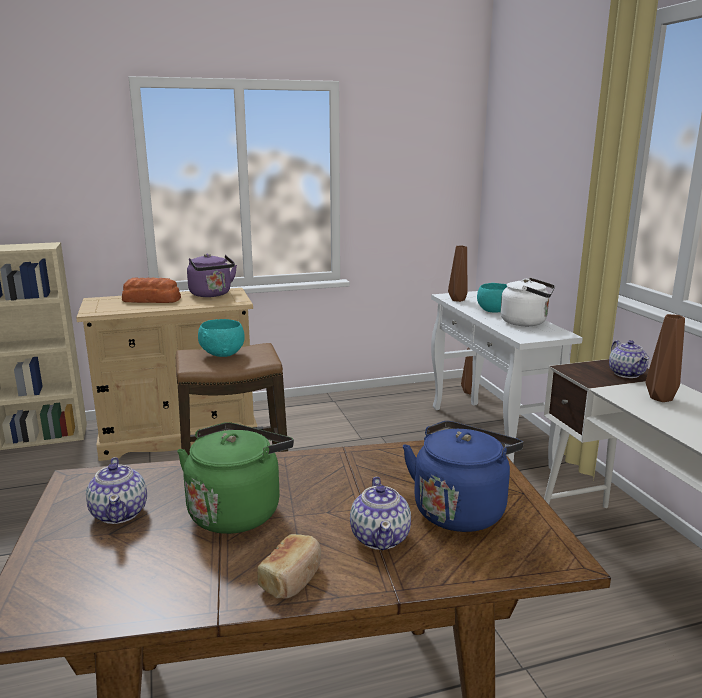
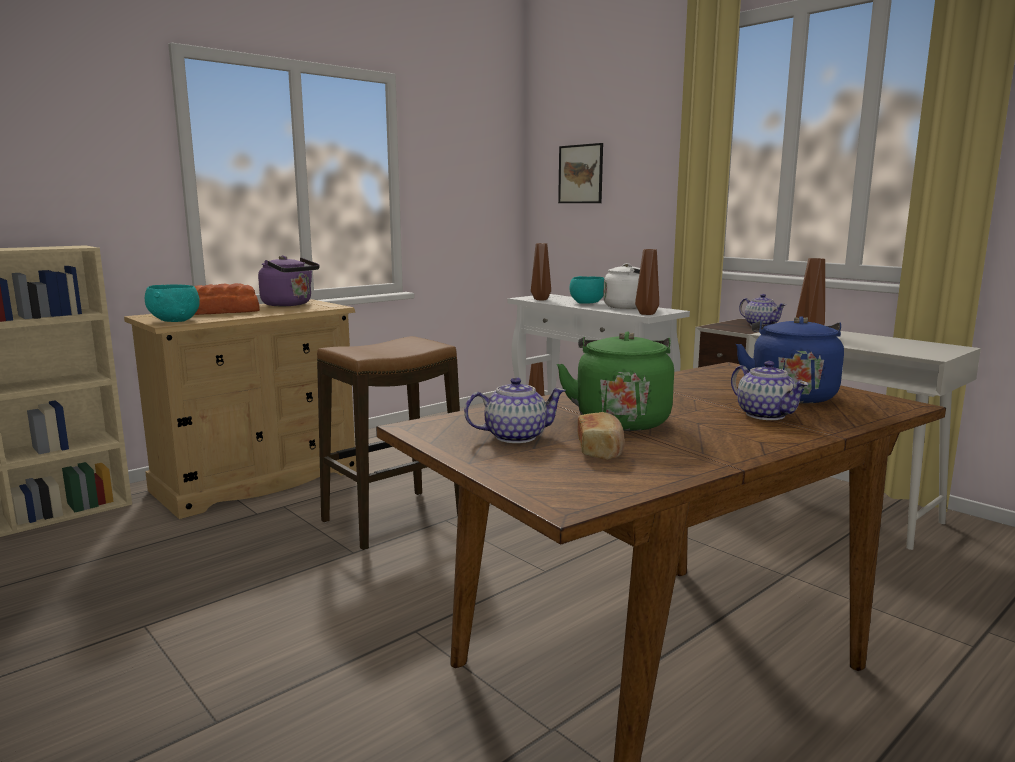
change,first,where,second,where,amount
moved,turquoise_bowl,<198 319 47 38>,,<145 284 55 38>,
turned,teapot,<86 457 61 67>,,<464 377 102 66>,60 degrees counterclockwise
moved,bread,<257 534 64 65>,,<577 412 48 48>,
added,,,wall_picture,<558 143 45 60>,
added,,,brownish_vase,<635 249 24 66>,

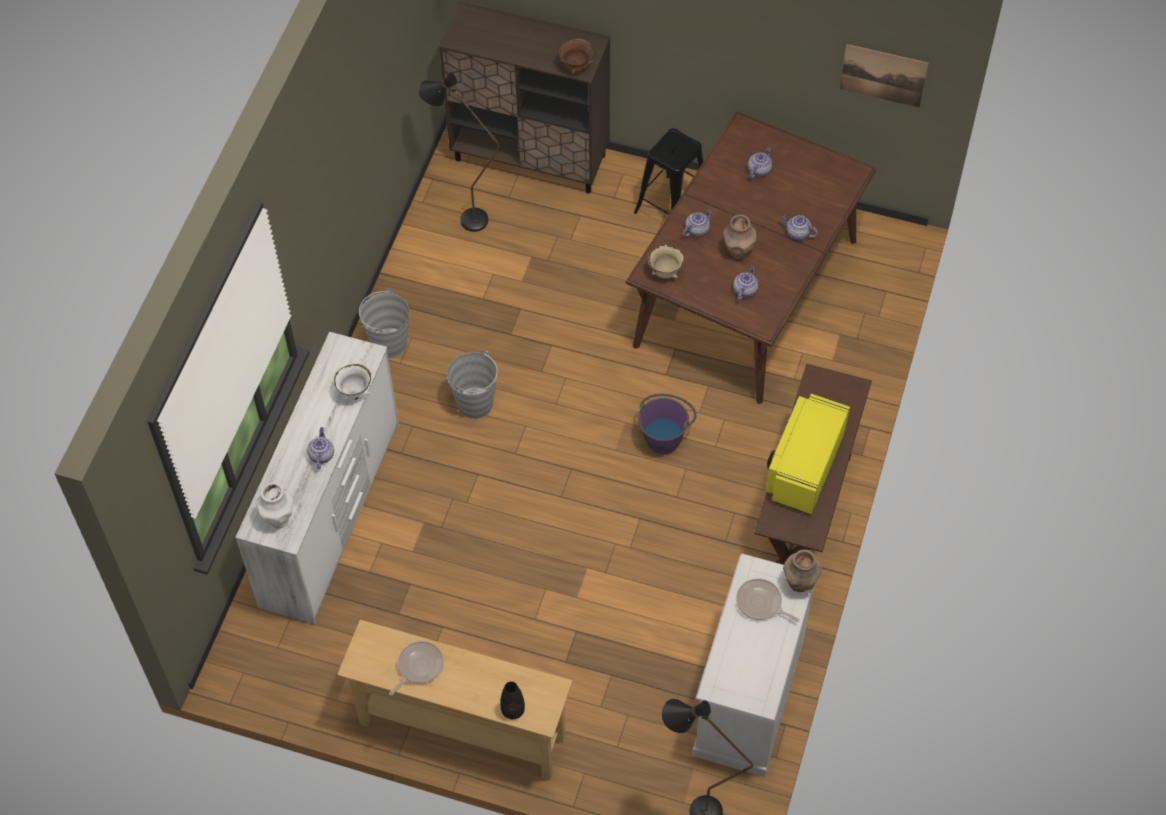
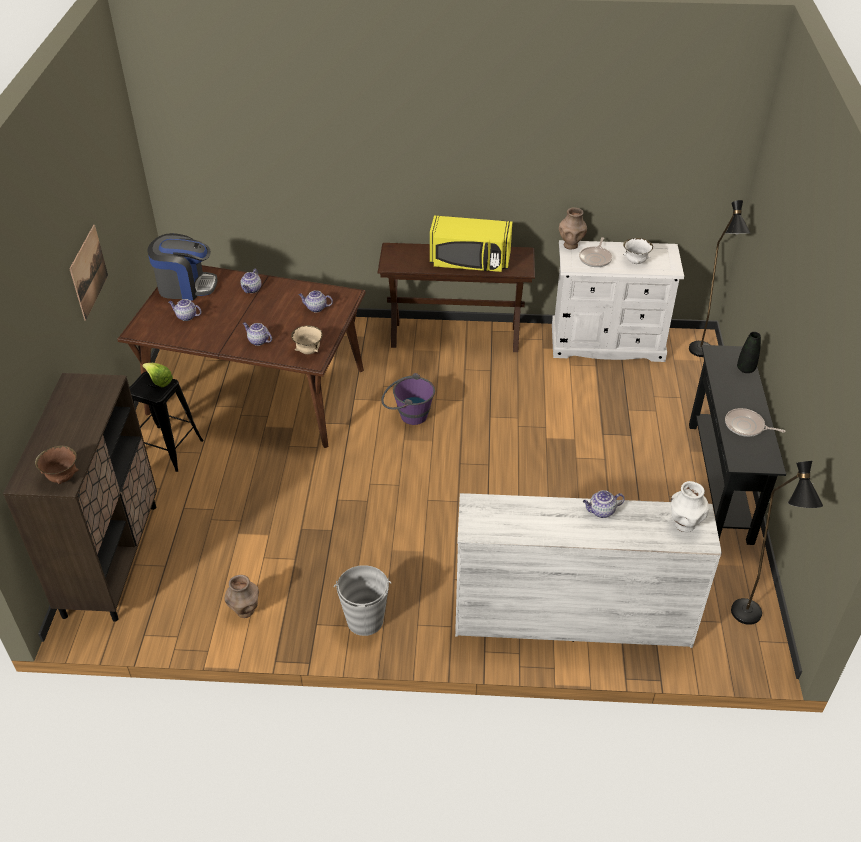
change,first,where,second,where,amount
moved,brownish_bowl,<559 39 35 35>,,<35 445 44 39>,
moved,wall_picture,<840 44 88 64>,,<70 225 38 96>,
moved,black-coloured_standing_lamp,<418 73 82 159>,,<731 461 92 164>,
moved,brownish_vase,<723 215 33 44>,,<225 575 34 43>,
removed,greyish_bucket,<447 350 51 69>,,,
moved,whitish_bowl,<334 364 37 37>,,<623 238 30 26>,
recoloured,sand-coloured_narrow_table,<337 620 236 161>,black-coloured_narrow_table,<689 345 97 200>,
added,,,coffee_brewer,<147 233 71 68>,
added,,,head_of_lettuce,<143 363 30 24>,

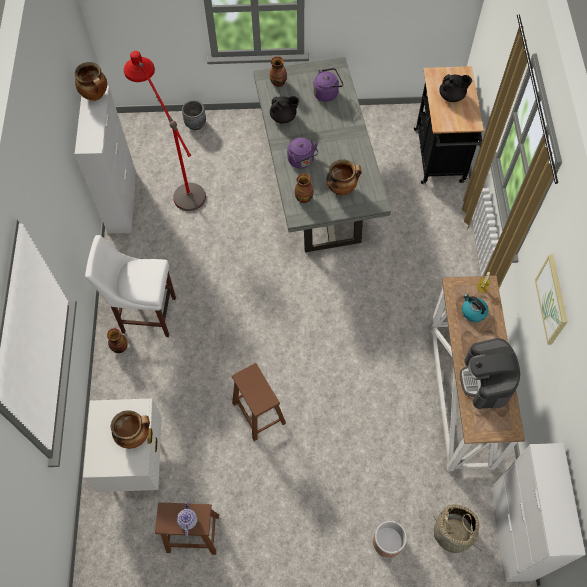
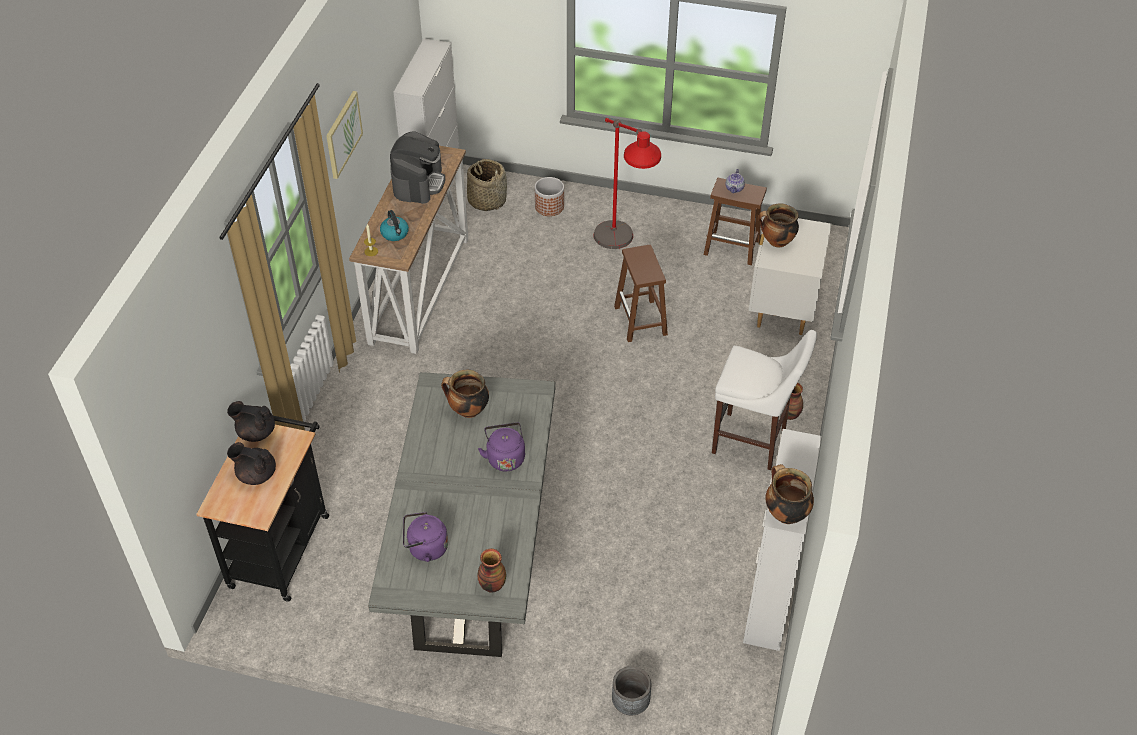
change,first,where,second,where,amount
moved,reddish_standing_lamp,<124 51 82 160>,,<594 118 67 131>,
moved,black-coloured_teapot,<270 96 29 27>,,<227 401 48 41>,
removed,vase,<295 174 19 29>,,,

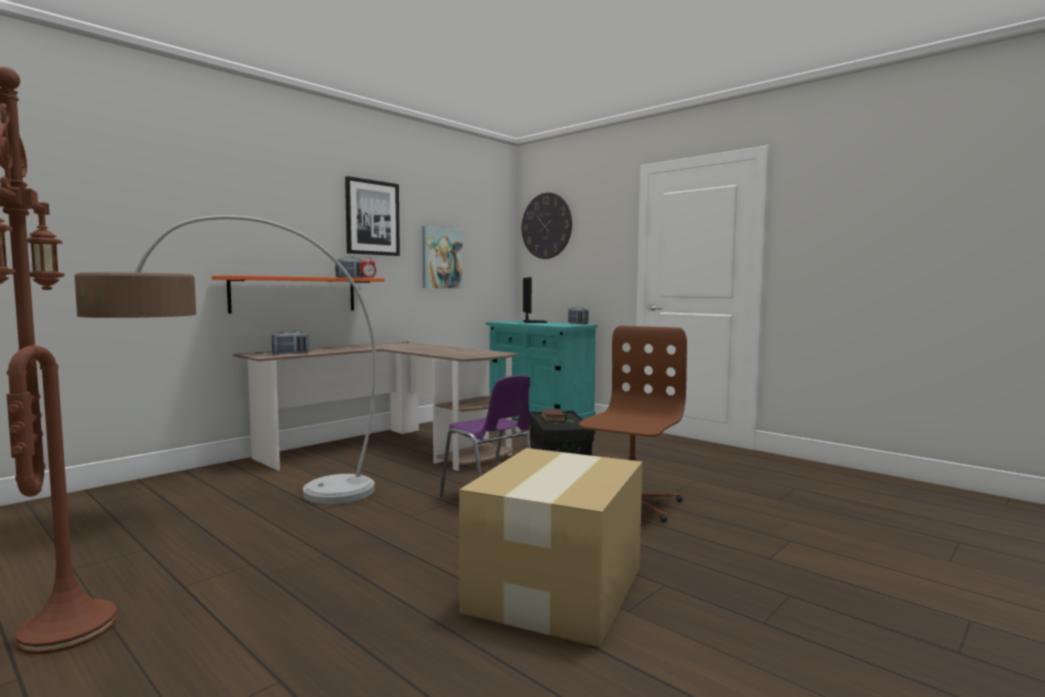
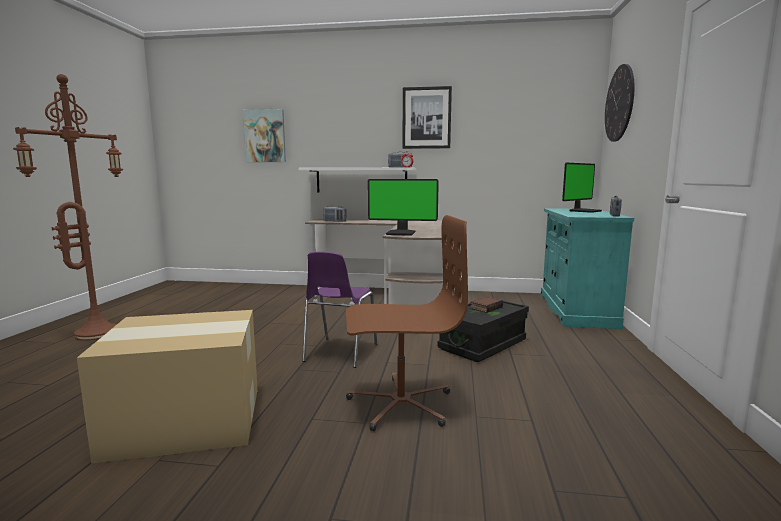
change,first,where,second,where,amount
removed,standing_lamp,<75 215 301 289>,,,
moved,wall_picture,<422 226 41 62>,,<243 109 43 53>,
recoloured,orange_bracket_shelf,<212 275 173 38>,whitish_bracket_shelf,<298 168 118 25>,
added,,,computer_screen,<368 179 71 57>,

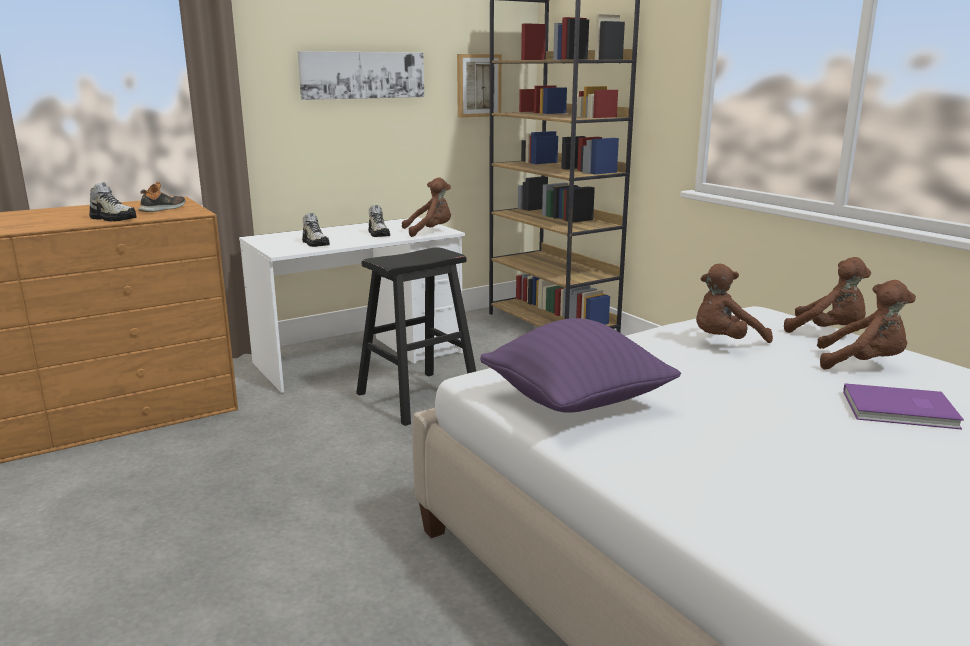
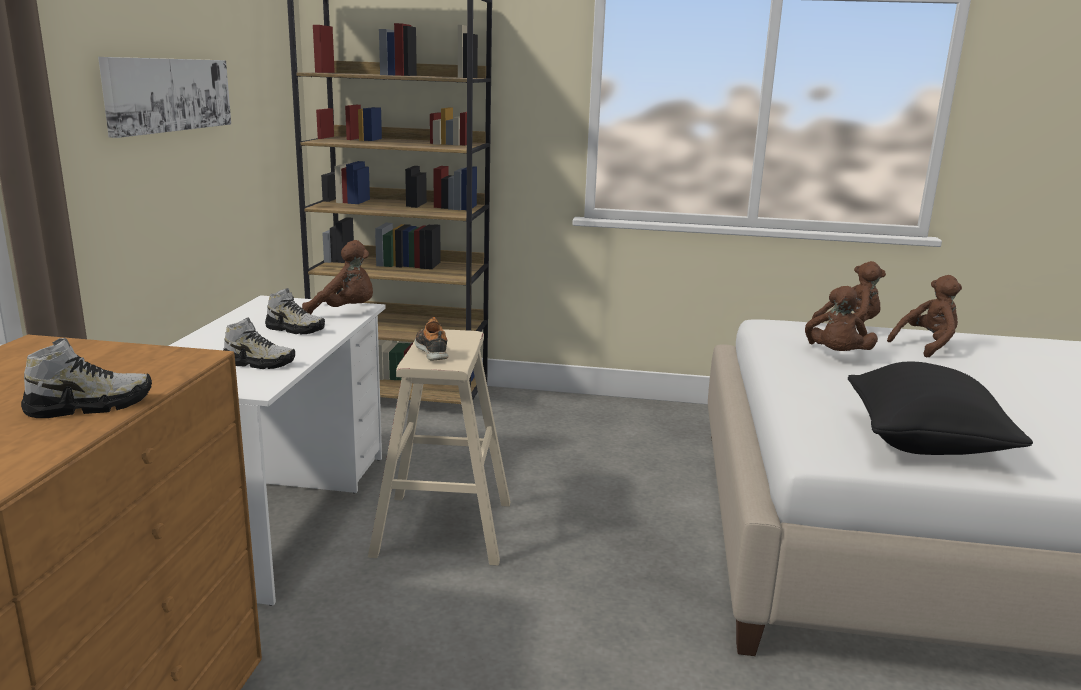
change,first,where,second,where,amount
removed,wall_picture,<457 54 45 64>,,,
turned,brownish_soft_toy,<402 177 49 60>,,<302 240 71 75>,75 degrees clockwise
moved,low_shoe,<138 181 47 31>,,<415 317 33 44>,
recoloured,black-coloured_stool,<356 247 120 179>,sand-coloured_stool,<368 329 142 237>,
recoloured,purple_pillow,<480 318 201 95>,black-coloured_pillow,<848 362 185 93>,
removed,purple_volume,<843 383 121 47>,,,

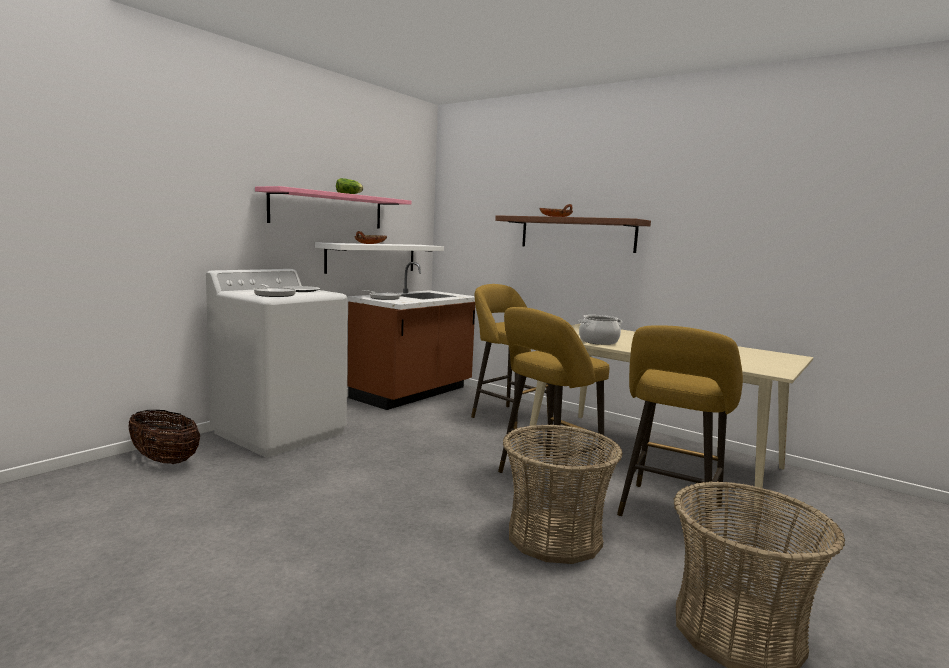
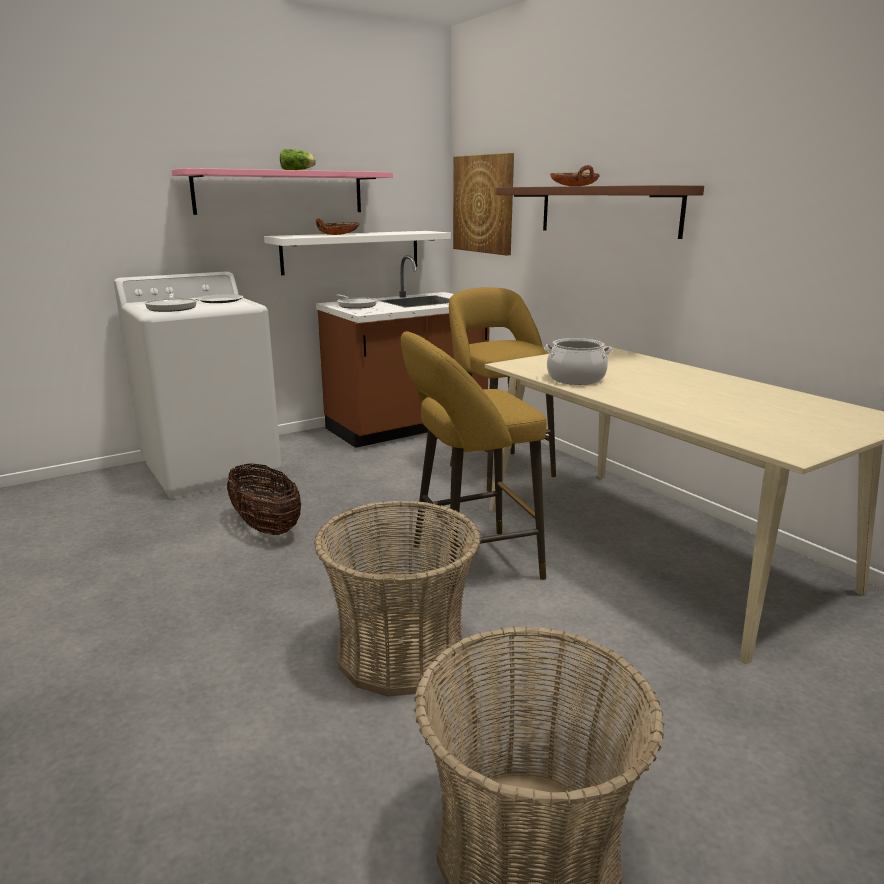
change,first,where,second,where,amount
removed,yellow-coloured_stool,<617 325 126 214>,,,
moved,basket,<129 410 71 54>,,<227 464 74 71>,
added,,,wall_picture,<453 153 61 103>,

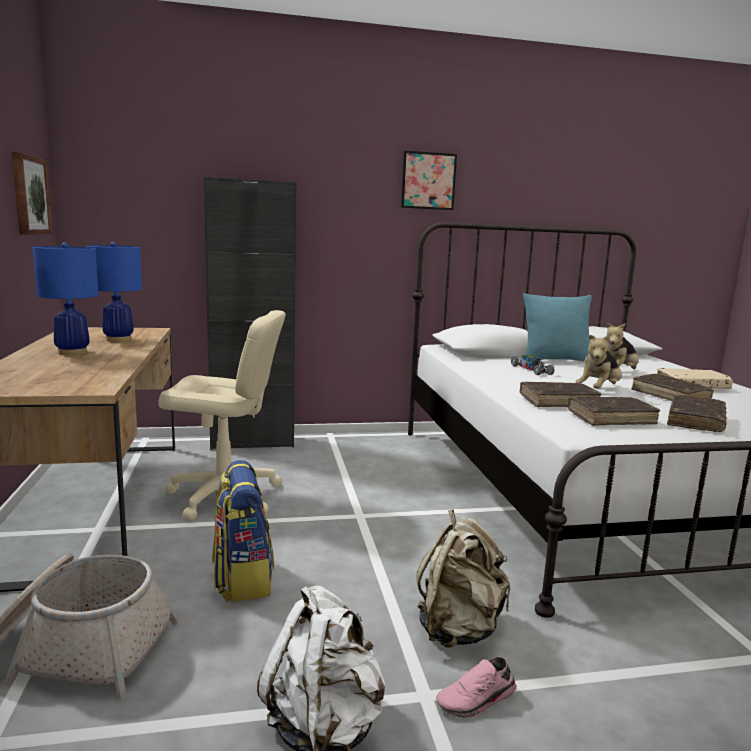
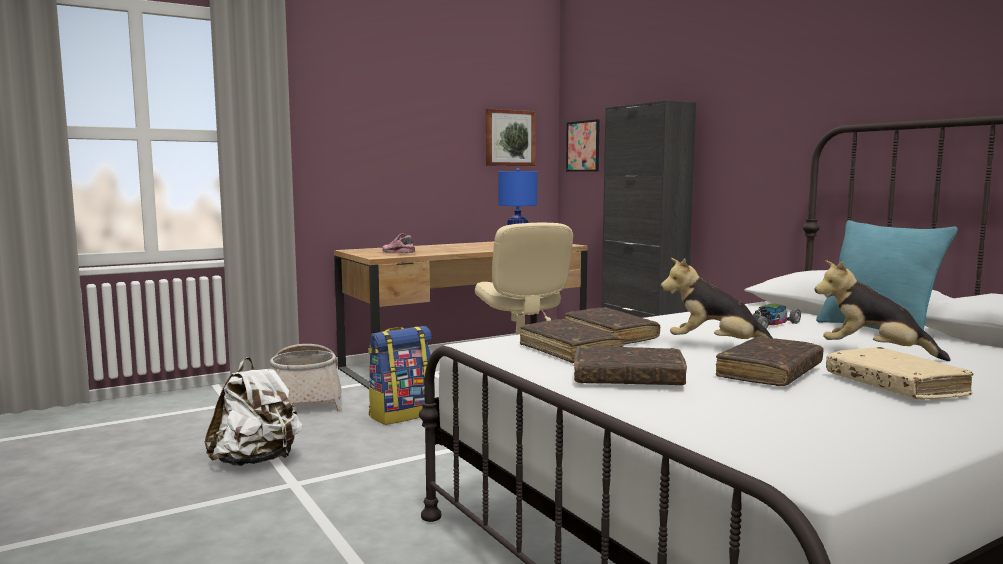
change,first,where,second,where,amount
moved,wall_picture,<401 150 56 60>,,<566 119 34 53>,
removed,blue_lamp_for_a_table,<33 243 66 112>,,,
removed,sand-coloured_backpack,<417 509 93 139>,,,
moved,pinkish_low_shoe,<436 657 81 61>,,<382 234 33 19>,

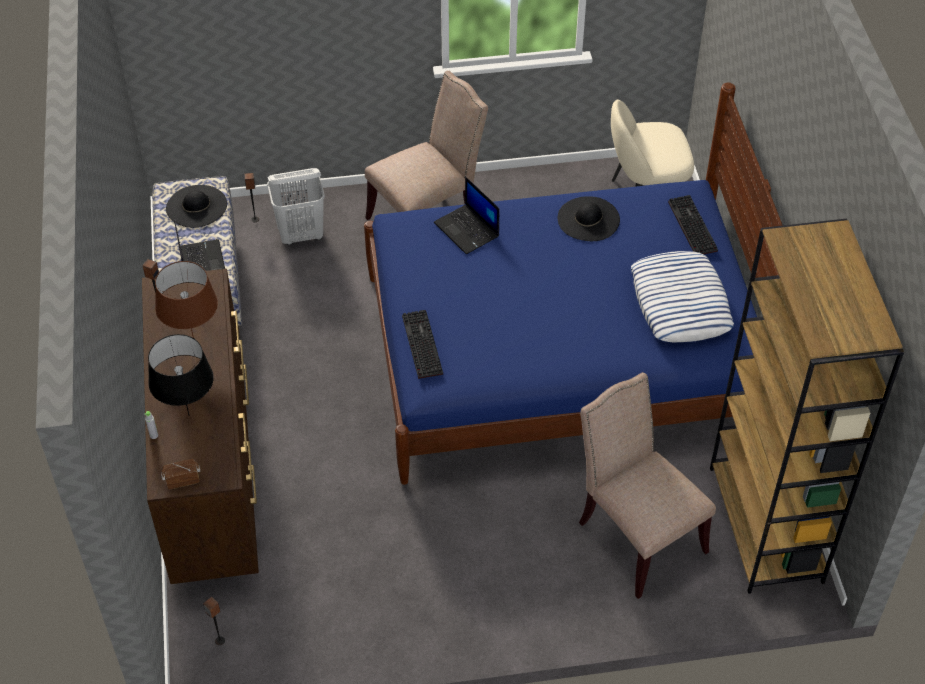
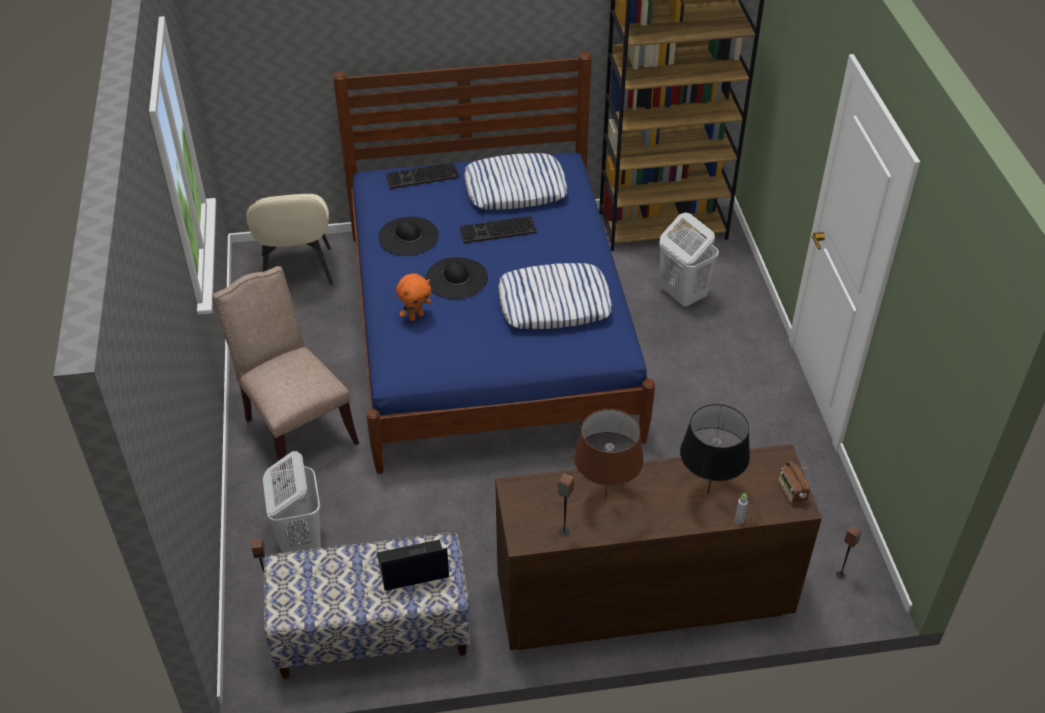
change,first,where,second,where,amount
replaced,laptop,<434 177 65 77>,orange_soft_toy,<396 273 35 48>,
moved,black-coloured_wearable_hat,<166 185 61 43>,,<425 257 63 42>,
moved,keyboard,<402 310 41 69>,,<460 216 77 27>,
replaced,sand-coloured_plain_chair,<579 372 137 227>,whitish_laundry_basket,<659 212 60 96>,
added,,,pillow,<498 263 114 66>,

